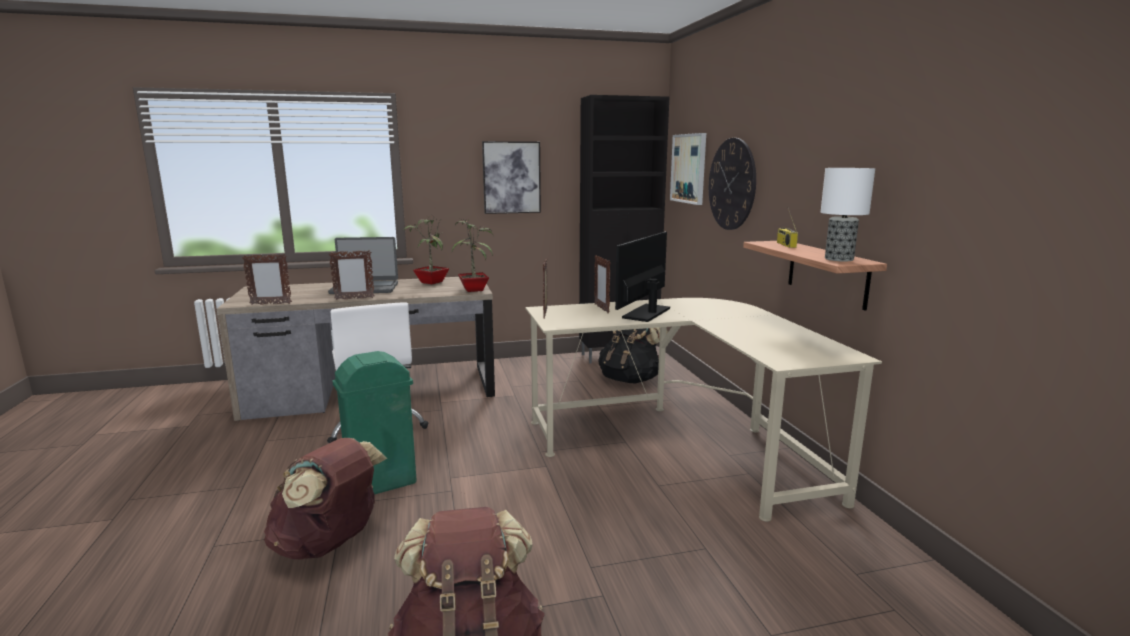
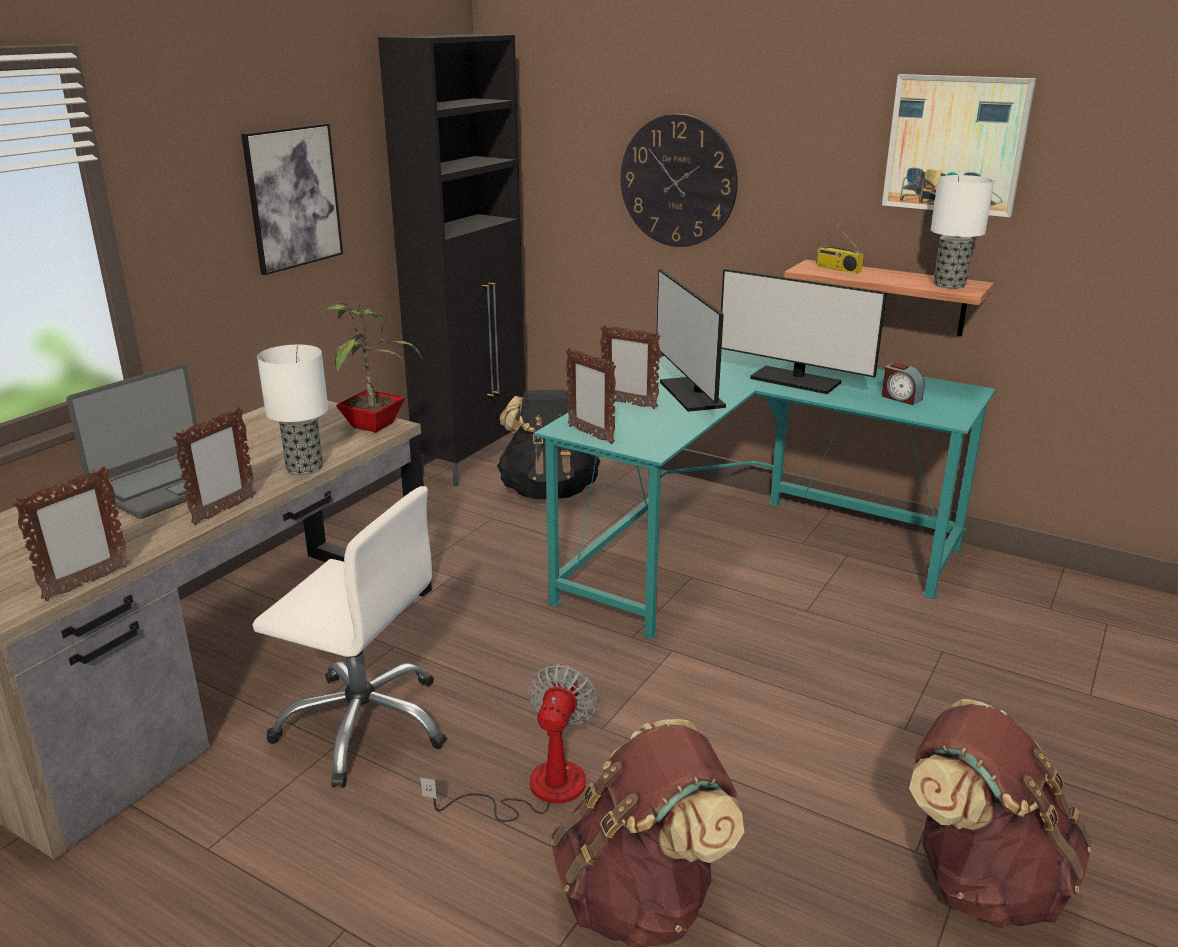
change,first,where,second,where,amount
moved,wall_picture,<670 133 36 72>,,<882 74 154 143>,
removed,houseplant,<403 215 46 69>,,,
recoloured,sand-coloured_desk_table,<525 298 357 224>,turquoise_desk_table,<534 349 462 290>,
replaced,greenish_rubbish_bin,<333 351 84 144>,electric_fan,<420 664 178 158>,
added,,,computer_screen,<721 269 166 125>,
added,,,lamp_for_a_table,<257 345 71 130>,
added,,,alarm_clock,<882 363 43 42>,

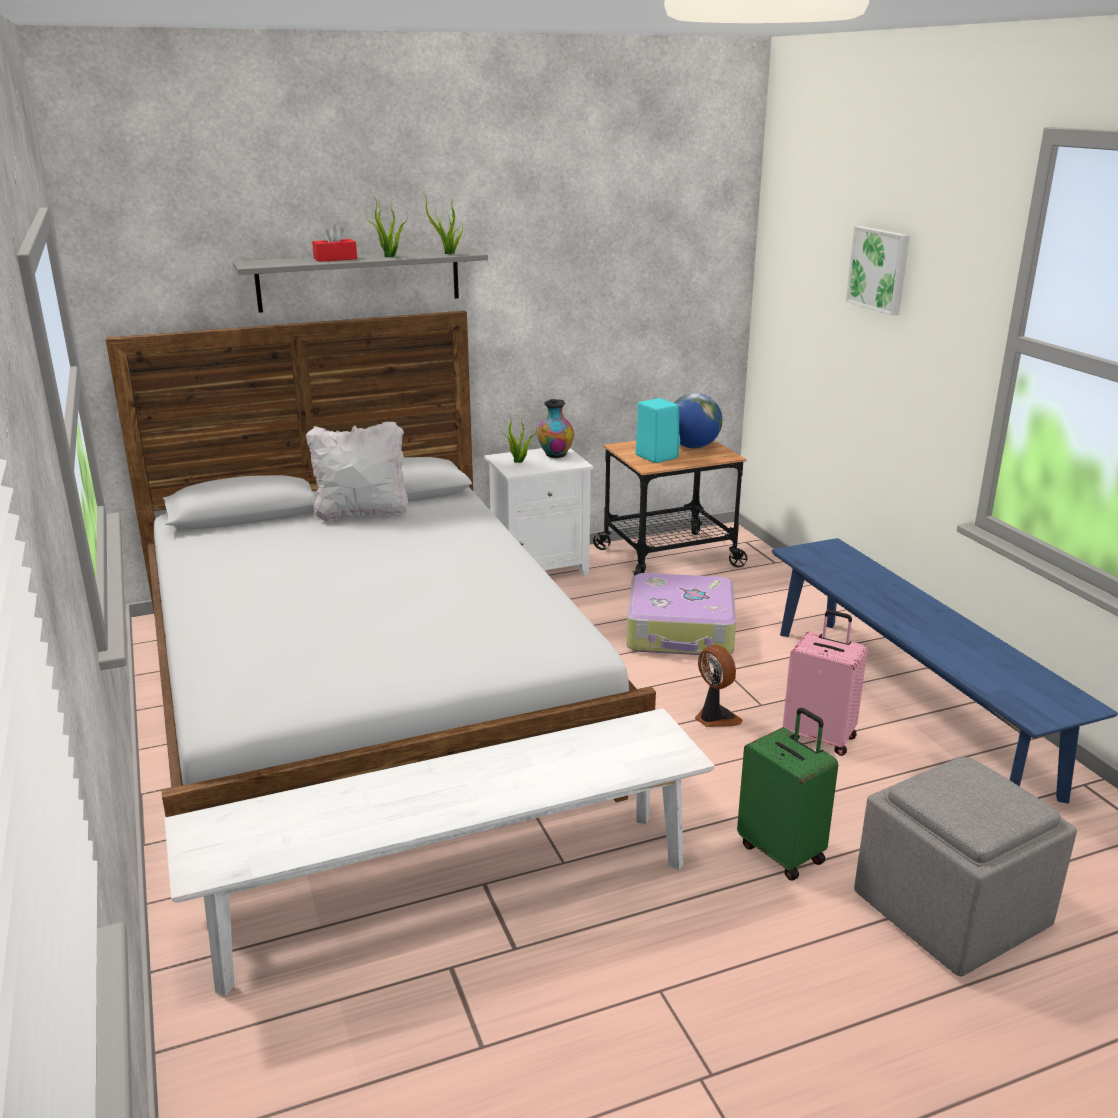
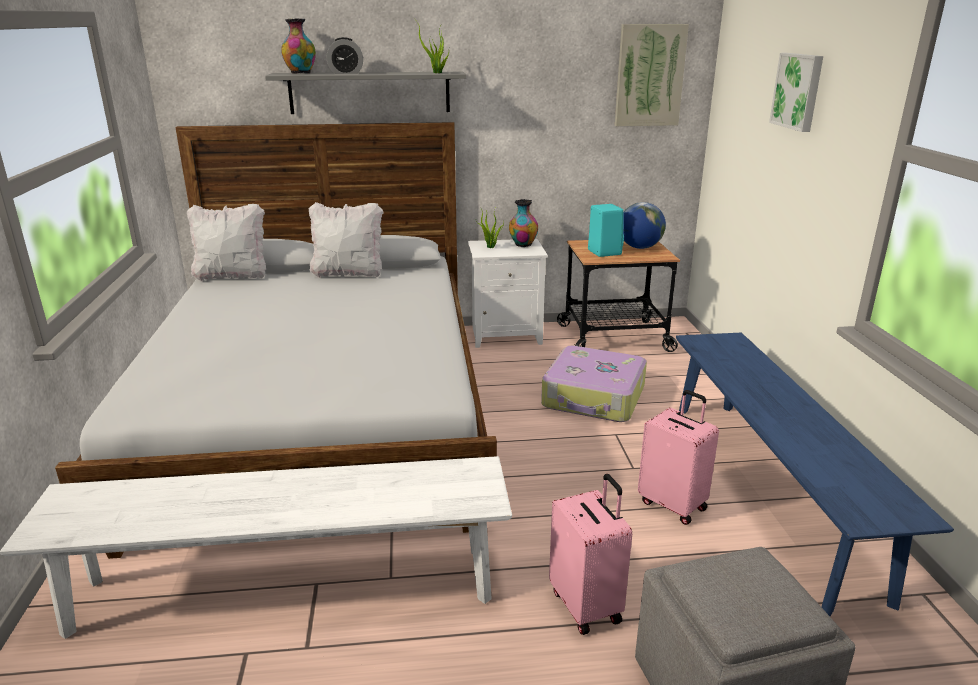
change,first,where,second,where,amount
removed,houseplant,<365 193 42 64>,,,
replaced,reddish_box_of_tissues,<312 224 45 38>,alarm_clock,<327 37 36 37>,
removed,electric_fan,<695 645 48 82>,,,
recoloured,greenish_travel_case,<737 708 101 173>,pinkish_travel_case,<549 474 83 161>,
added,,,vase,<281 18 35 56>,
added,,,wall_picture,<615 24 74 102>,
added,,,whitish_pillow,<187 204 79 78>,

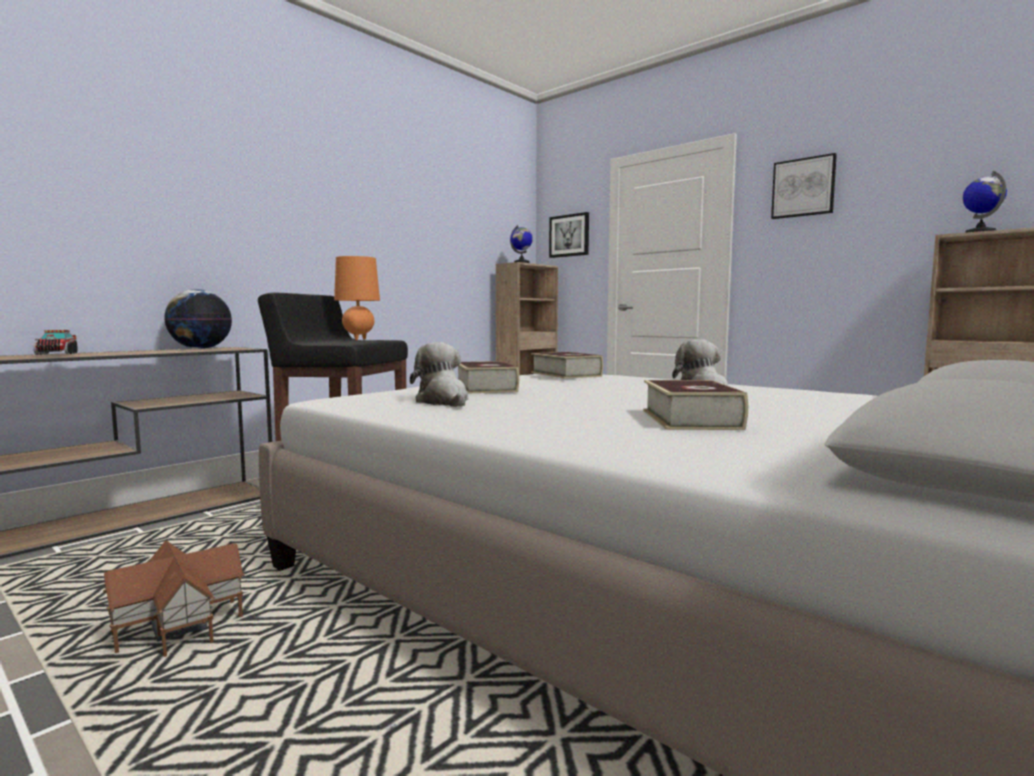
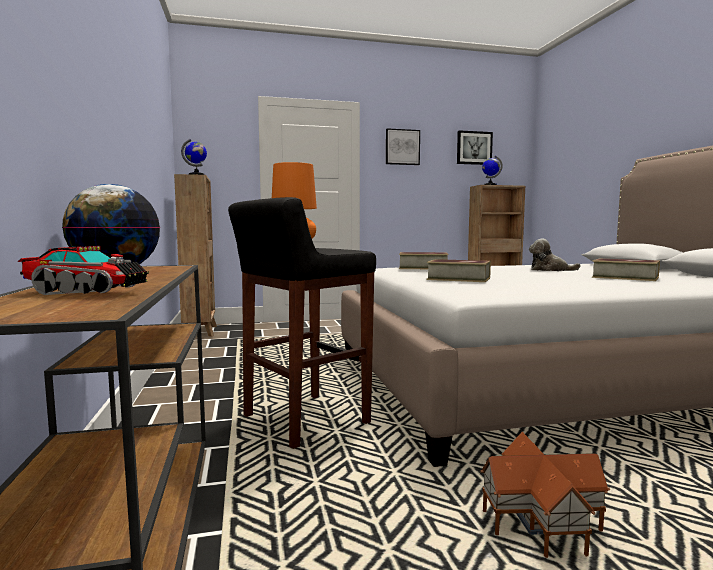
change,first,where,second,where,amount
moved,wall_picture,<549 212 40 46>,,<457 130 36 35>,
removed,soft_toy,<410 342 58 65>,,,

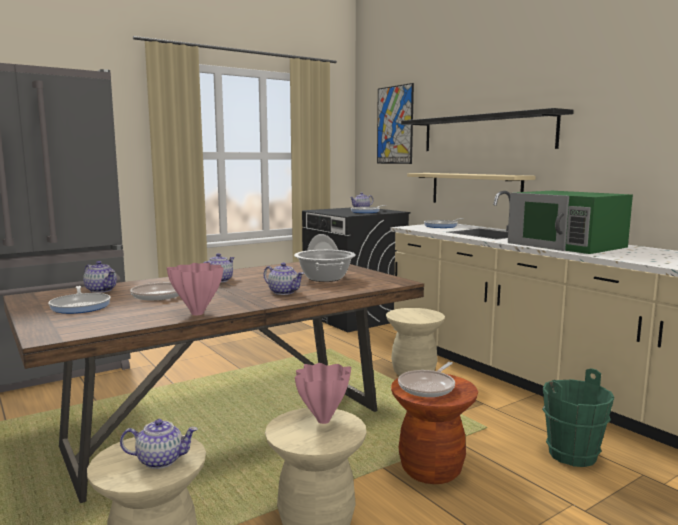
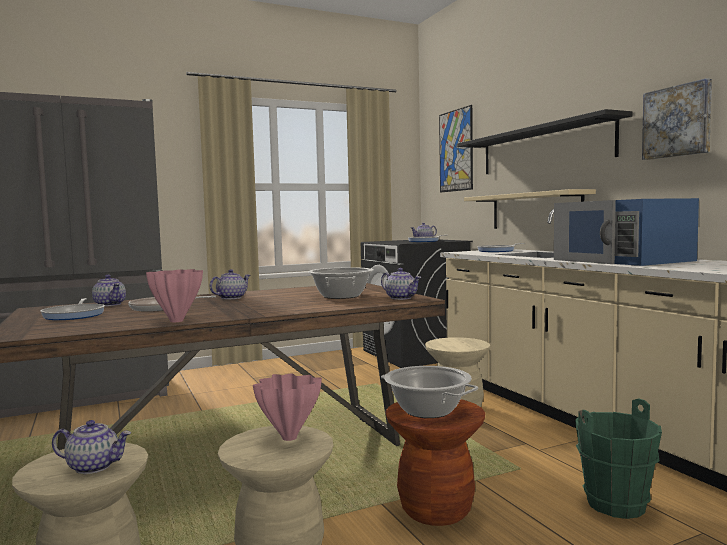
change,first,where,second,where,amount
recoloured,greenish_microwave,<508 191 125 63>,blue_microwave,<554 198 145 68>,
moved,teapot,<264 262 40 33>,,<381 268 40 32>,
replaced,skillet,<398 362 57 35>,saucepot,<381 366 97 52>,
added,,,wall_picture,<642 78 70 82>,

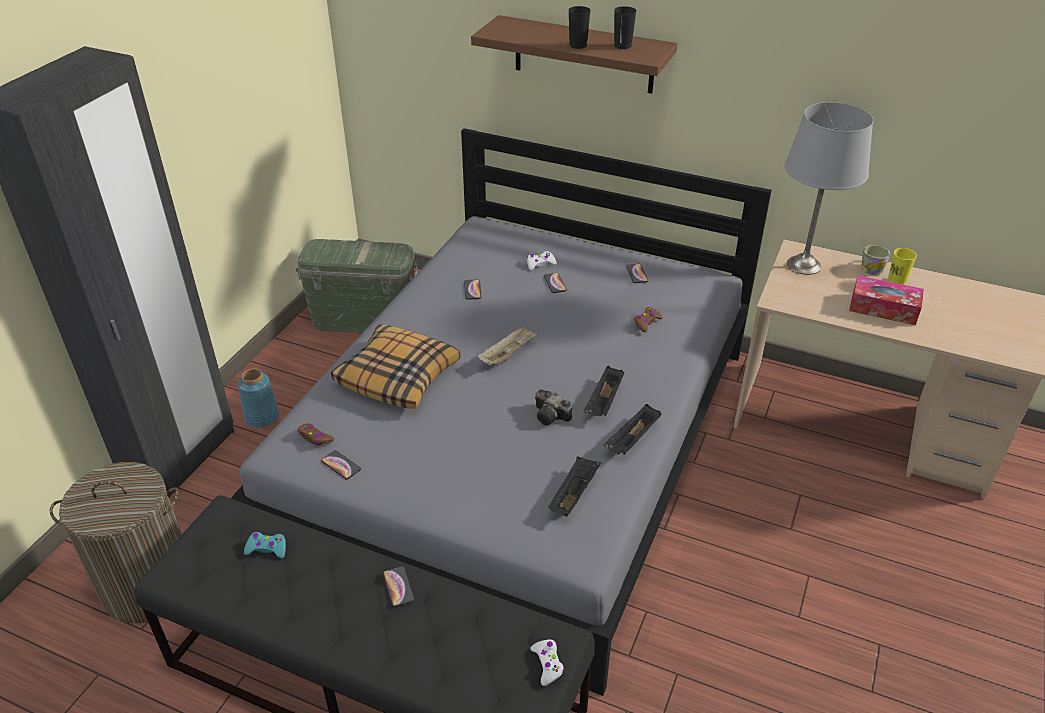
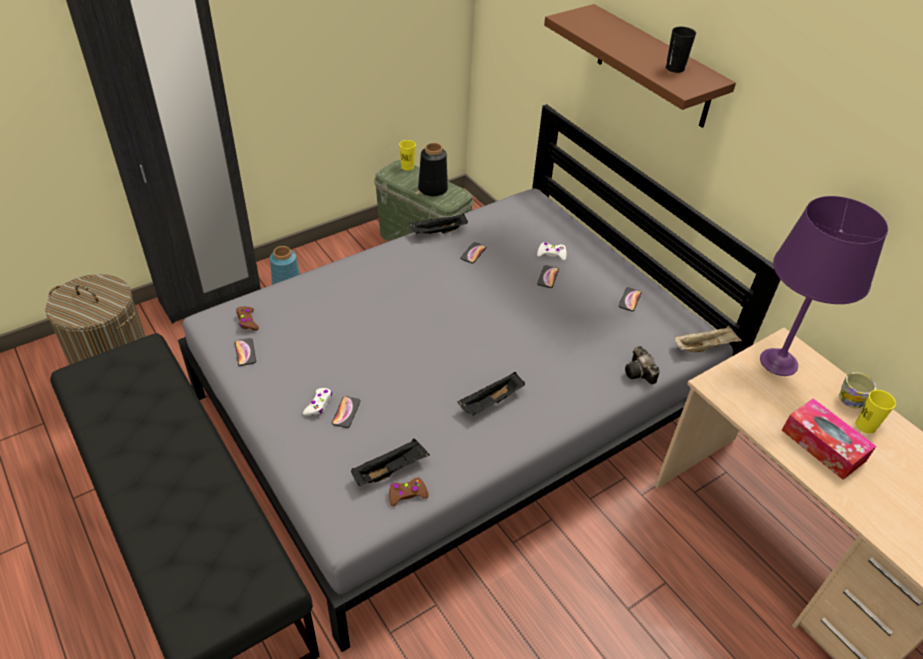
change,first,where,second,where,amount
removed,black-coloured_cup,<569 6 22 43>,,,
recoloured,greyish_lamp_for_a_table,<784 102 89 173>,purple_lamp_for_a_table,<760 196 128 180>,
moved,brownish_joypad,<634 307 29 25>,,<389 477 40 30>,
removed,pillow,<331 324 129 85>,,,
moved,sand-coloured_carrying_tray,<478 325 60 40>,,<674 326 68 26>,
moved,still_camera,<535 389 37 36>,,<625 346 35 38>,
moved,black-coloured_carrying_tray,<603 404 59 51>,,<409 214 59 20>,
removed,turquoise_joypad,<244 532 42 26>,,,
moved,handset,<383 566 31 41>,,<332 396 29 32>,
moved,whitish_joypad,<531 640 33 46>,,<303 388 29 27>,
added,,,yellow-coloured_cup,<399 140 17 31>,
added,,,black-coloured_vase,<418 143 30 53>,

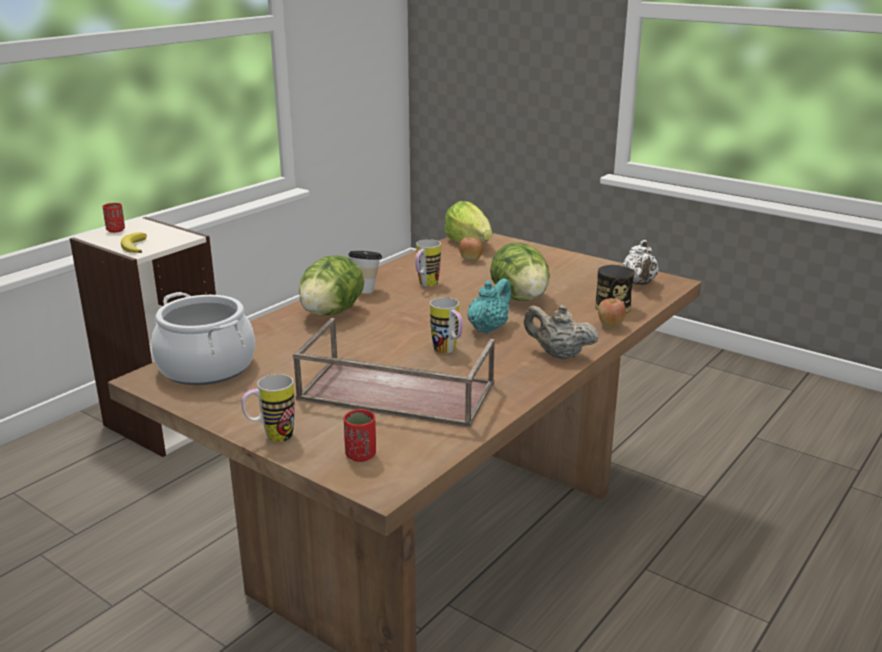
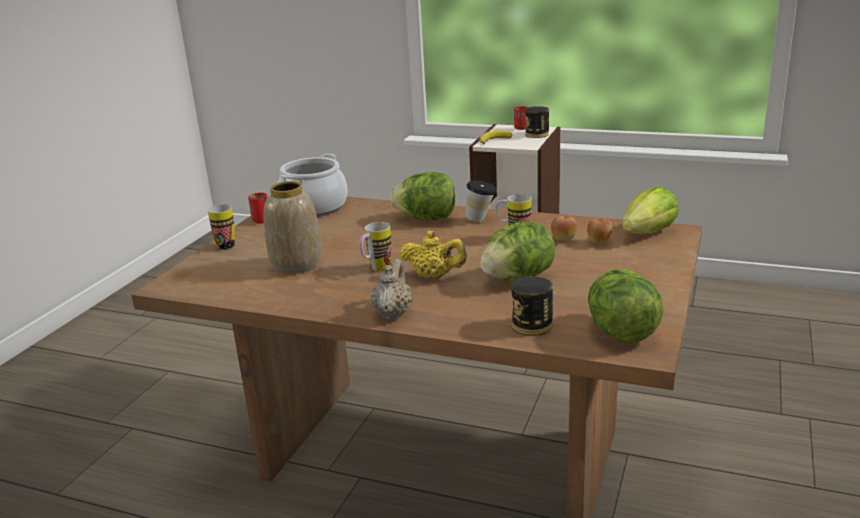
change,first,where,second,where,amount
replaced,whitish_teapot,<622 240 37 45>,head_of_lettuce,<588 269 75 74>,
recoloured,turquoise_teapot,<467 278 44 56>,yellow-coloured_teapot,<399 231 68 48>,
moved,apple_fruit,<598 298 28 30>,,<551 215 26 25>,
replaced,brownish_carrying_tray,<293 318 202 110>,vase,<264 181 57 93>,
moved,reddish_cup,<344 409 32 53>,,<248 193 20 30>,
added,,,sealed_can,<525 106 24 32>,

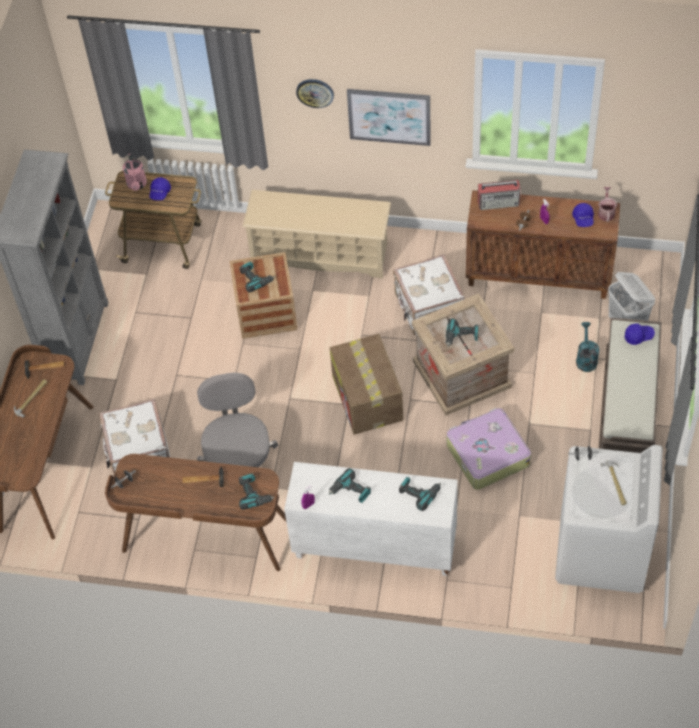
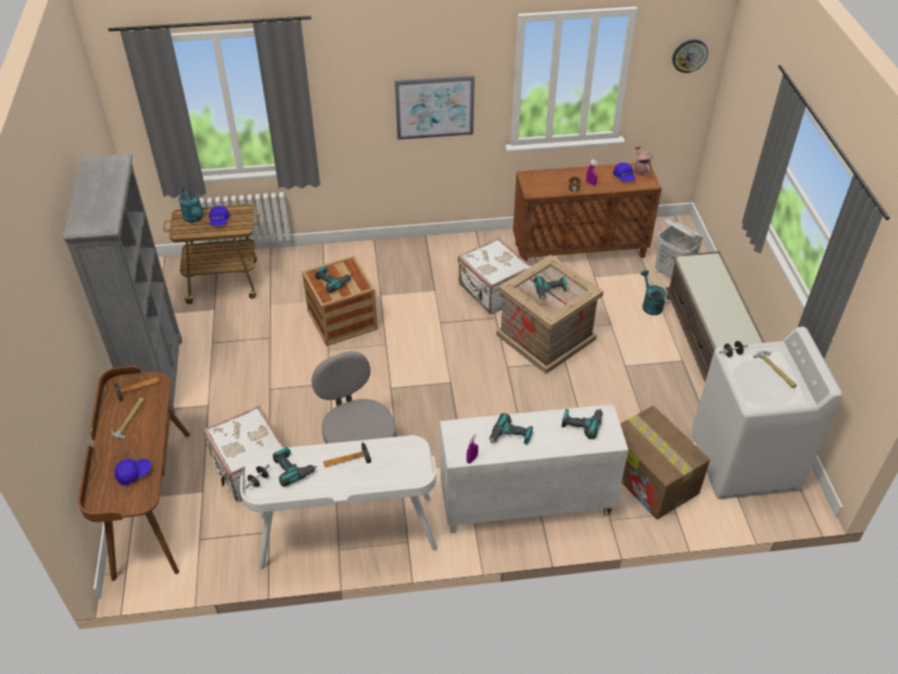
change,first,where,second,where,amount
moved,clock_on_the_wall,<296 79 38 29>,,<672 39 36 34>,
recoloured,pinkish_watering_can,<122 153 25 38>,turquoise_watering_can,<179 187 25 36>,
removed,radio_receiver,<478 180 43 30>,,,
removed,sand-coloured_shoe_stand,<242 190 149 88>,,,
moved,blue_baseball_cap,<625 324 30 21>,,<114 459 37 26>,
moved,cardboard_box,<330 334 73 101>,,<620 405 90 115>,
removed,travel_case,<447 408 84 82>,,,
recoloured,brownish_desk_table,<105 454 181 117>,whitish_desk_table,<240 435 197 135>,
moved,electric_drill,<239 474 36 36>,,<273 447 44 40>,

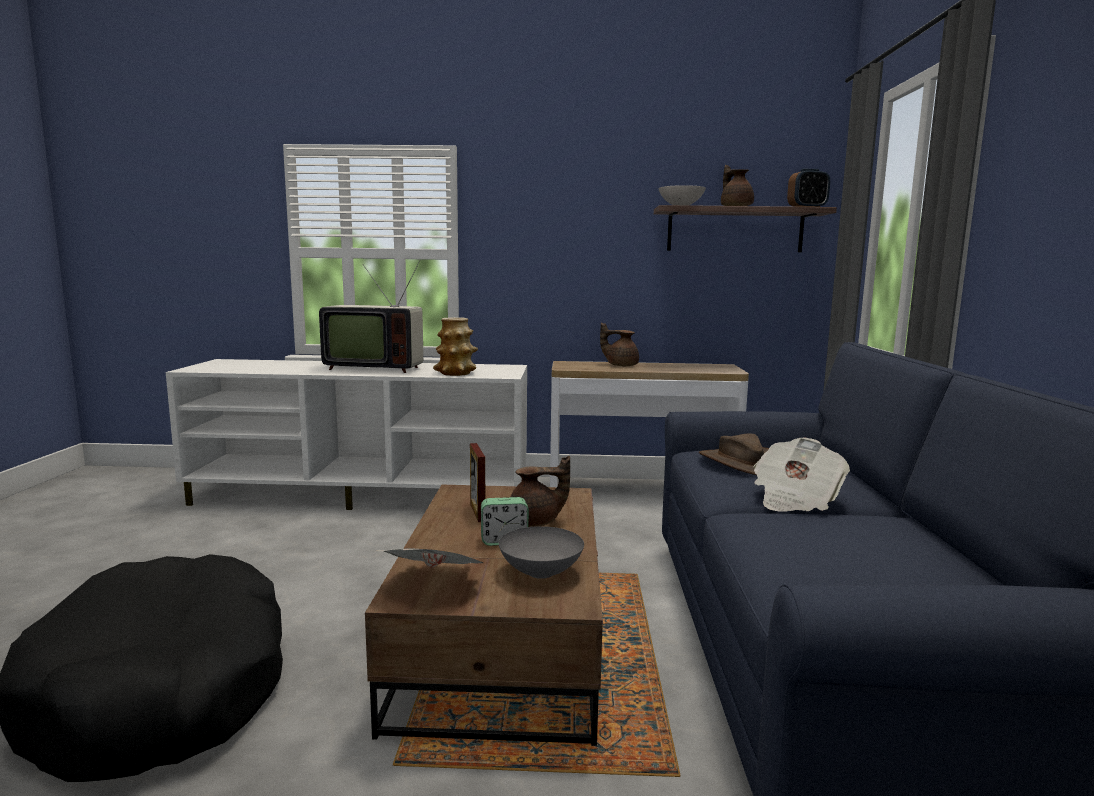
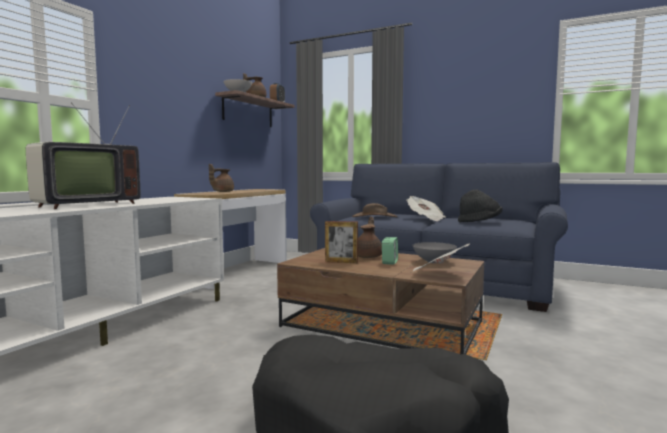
change,first,where,second,where,amount
removed,vase,<433 317 45 59>,,,
added,,,black-coloured_wearable_hat,<458 189 44 33>,

